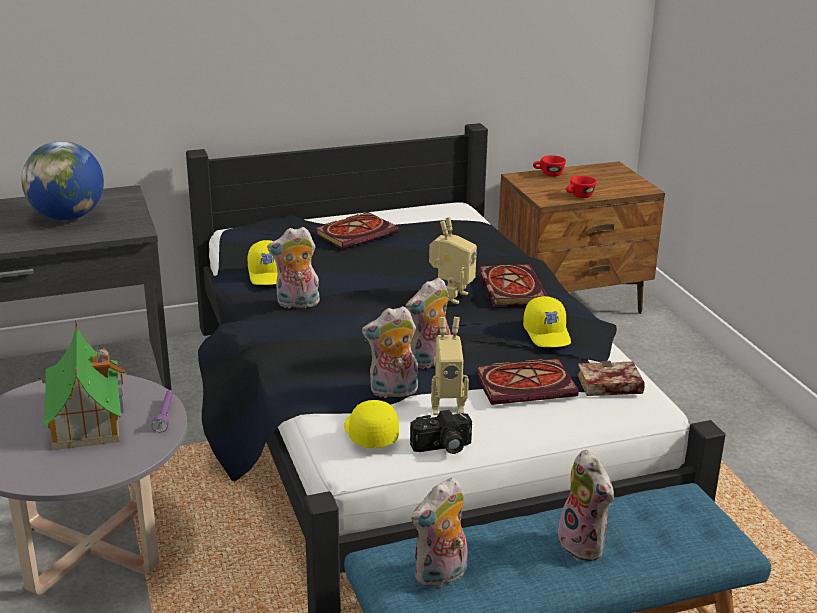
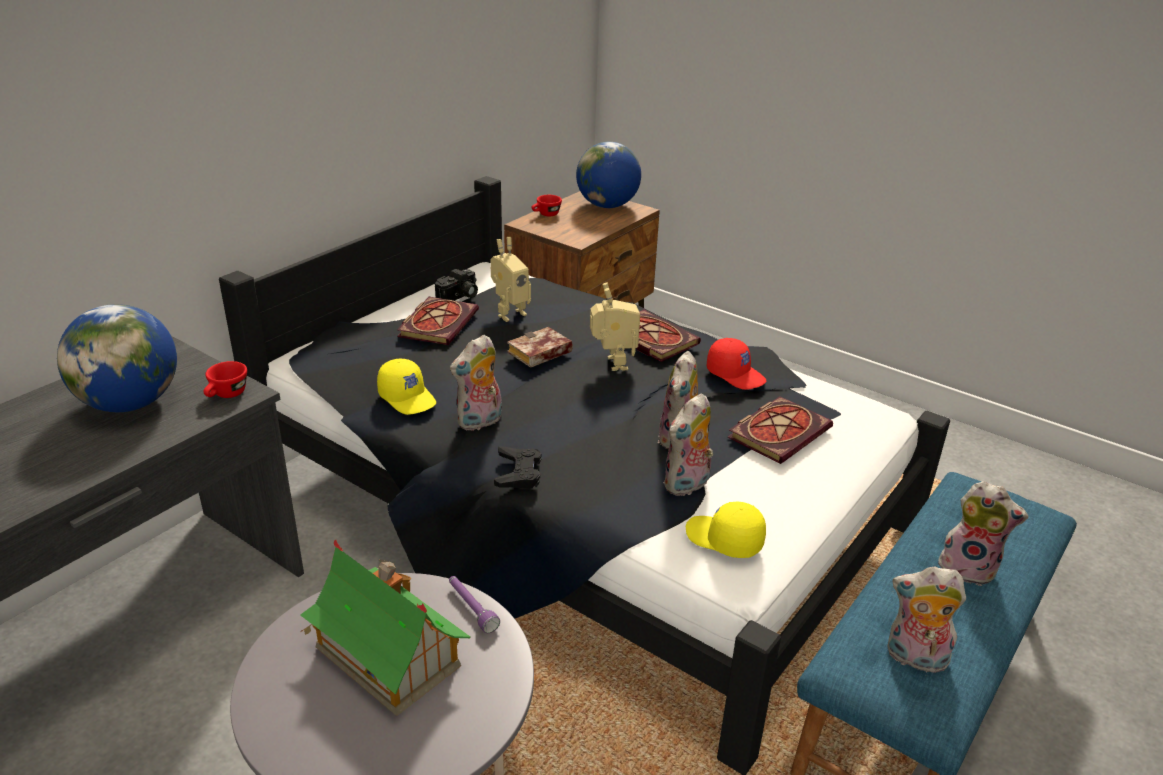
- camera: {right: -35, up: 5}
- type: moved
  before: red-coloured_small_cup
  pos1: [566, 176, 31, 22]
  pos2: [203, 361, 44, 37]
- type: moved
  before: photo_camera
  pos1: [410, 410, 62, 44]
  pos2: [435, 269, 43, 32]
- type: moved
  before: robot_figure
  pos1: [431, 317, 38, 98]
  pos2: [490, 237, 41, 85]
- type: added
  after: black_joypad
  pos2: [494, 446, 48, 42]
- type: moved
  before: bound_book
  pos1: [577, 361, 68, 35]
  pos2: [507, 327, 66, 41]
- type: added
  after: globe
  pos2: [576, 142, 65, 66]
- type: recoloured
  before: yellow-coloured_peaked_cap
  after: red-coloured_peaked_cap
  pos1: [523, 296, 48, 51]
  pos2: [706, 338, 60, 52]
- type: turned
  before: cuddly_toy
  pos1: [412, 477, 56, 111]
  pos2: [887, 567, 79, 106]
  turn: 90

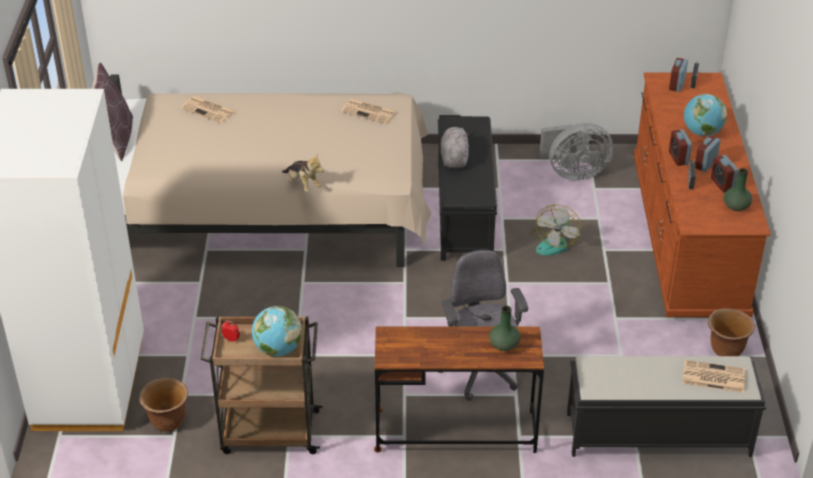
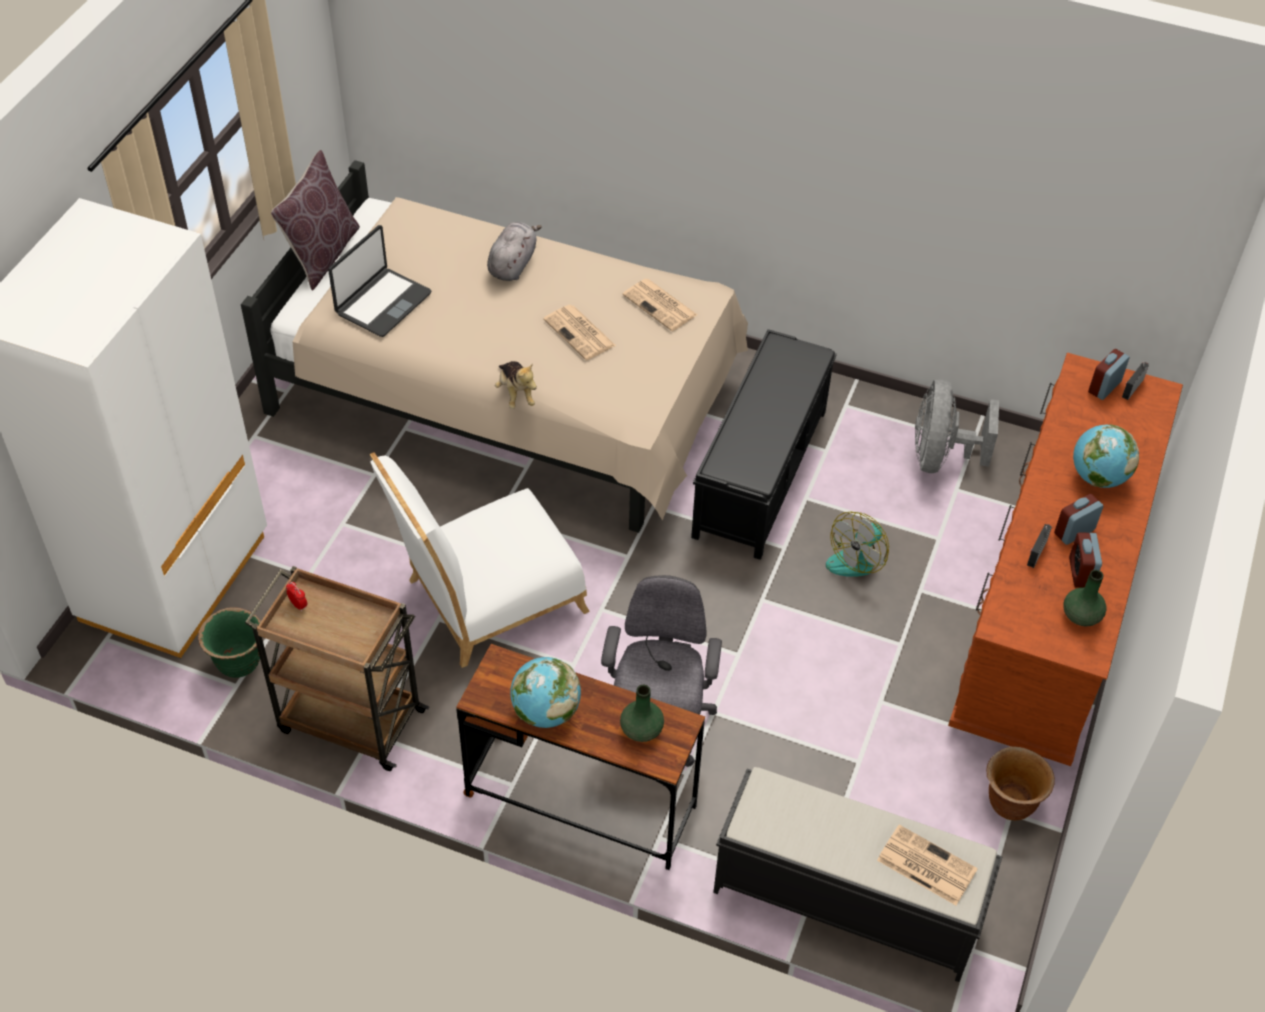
- camera: {right: 20, up: 10}
- type: recoloured
  before: brown_flower_pot
  after: green-coloured_flower_pot
  pos1: [139, 378, 49, 54]
  pos2: [198, 607, 63, 71]
- type: added
  after: notebook_computer
  pos2: [328, 225, 103, 112]
- type: added
  after: white_chair
  pos2: [370, 452, 220, 216]
- type: moved
  before: gray_cuddly_toy
  pos1: [441, 127, 28, 42]
  pos2: [487, 222, 55, 59]
- type: moved
  before: globe
  pos1: [252, 306, 50, 50]
  pos2: [510, 657, 71, 71]
- type: moved
  before: newspaper
  pos1: [181, 96, 55, 27]
  pos2: [543, 305, 73, 55]
- type: turned
  before: gray_fan
  pos1: [540, 123, 73, 58]
  pos2: [915, 380, 84, 93]
  turn: 90
- type: removed
  before: bedside_clock
  pos1: [669, 129, 23, 37]

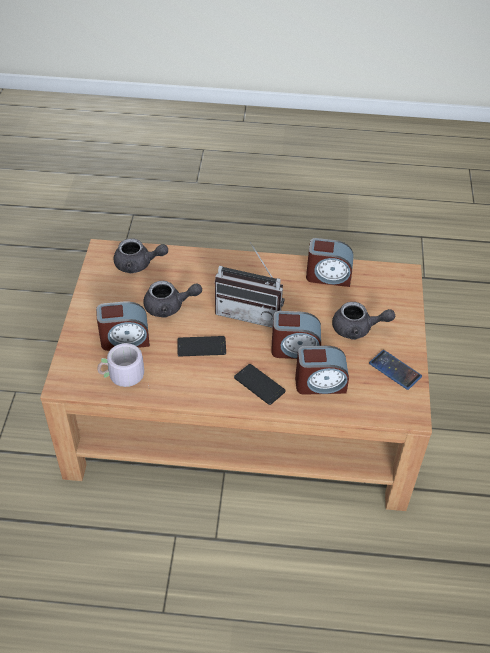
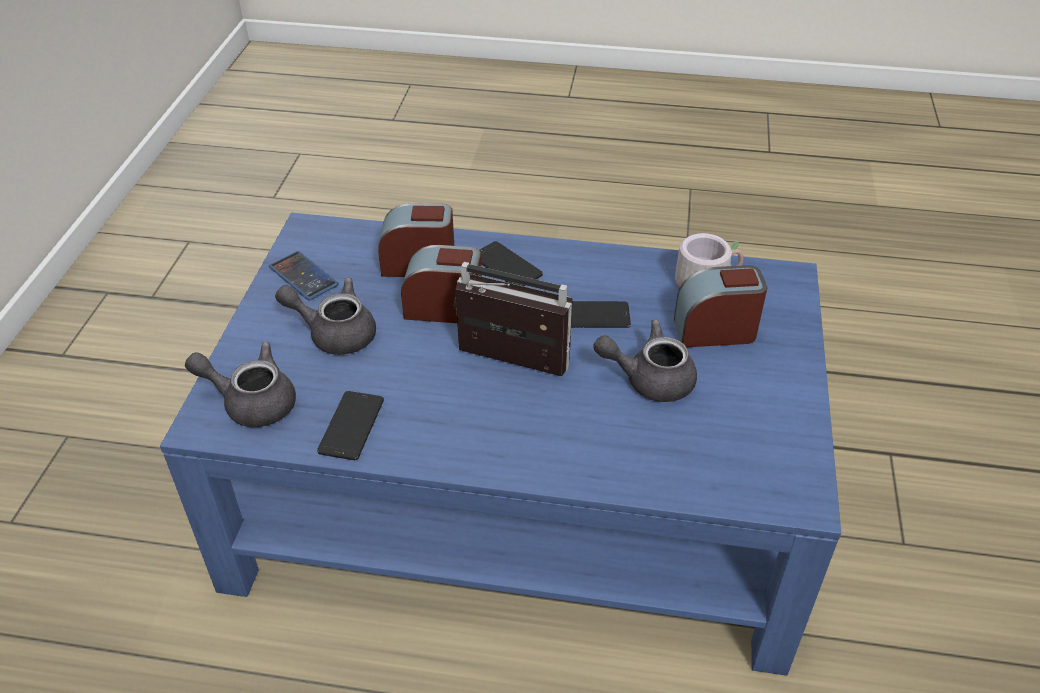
- camera: {right: -175, up: -5}
- type: recoloured
  before: brown_lounge_table
  after: blue_lounge_table
  pos1: [40, 239, 392, 272]
  pos2: [160, 213, 681, 463]
- type: moved
  before: gray_teapot
  pos1: [114, 238, 54, 35]
  pos2: [185, 342, 111, 85]
- type: replaced
  before: bedside_clock
  after: phone
  pos1: [306, 238, 47, 49]
  pos2: [317, 391, 67, 69]

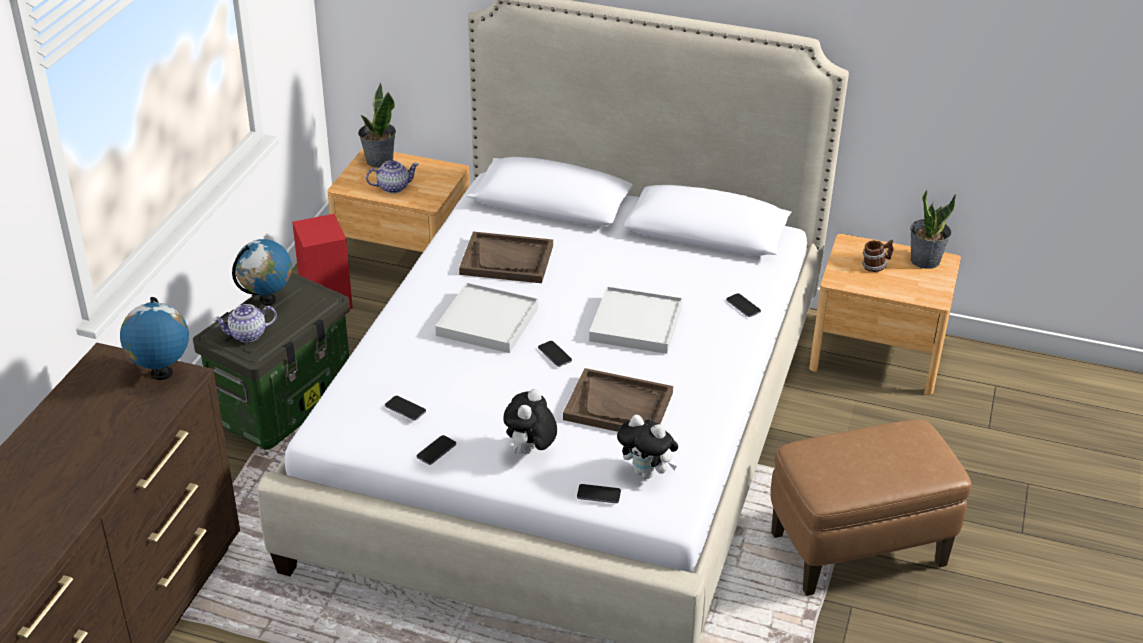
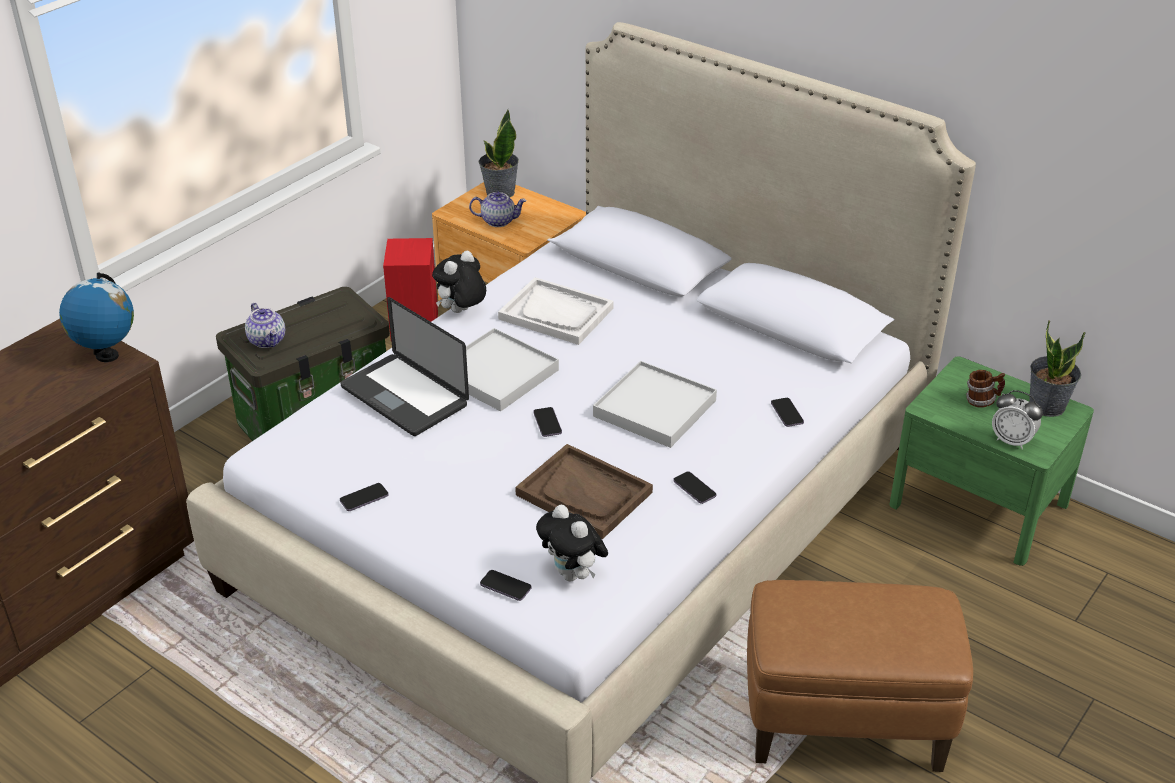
- camera: {right: 20, up: 0}
- type: turned
  before: teapot
  pos1: [214, 304, 63, 38]
  pos2: [245, 303, 40, 45]
  turn: -120
- type: added
  after: notebook_computer
  pos2: [341, 297, 128, 139]
- type: moved
  before: cuddly_toy
  pos1: [503, 389, 54, 65]
  pos2: [432, 251, 54, 62]
- type: recoloured
  before: brown_tray
  after: white_tray
  pos1: [459, 231, 94, 52]
  pos2: [498, 277, 116, 68]
- type: moved
  before: phone
  pos1: [385, 396, 41, 24]
  pos2: [673, 471, 44, 33]
- type: recoloured
  before: brown_night_table
  after: green-coloured_night_table
  pos1: [809, 234, 152, 161]
  pos2: [889, 356, 205, 210]
- type: added
  after: bedside_clock
  pos2: [992, 390, 51, 59]
- type: removed
  before: globe
  pos1: [232, 239, 60, 67]

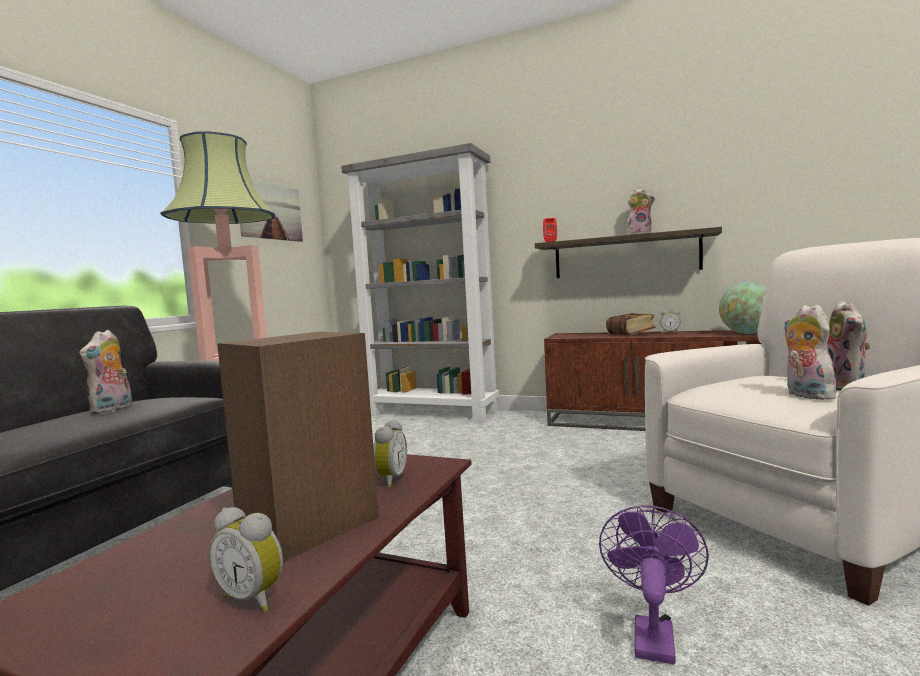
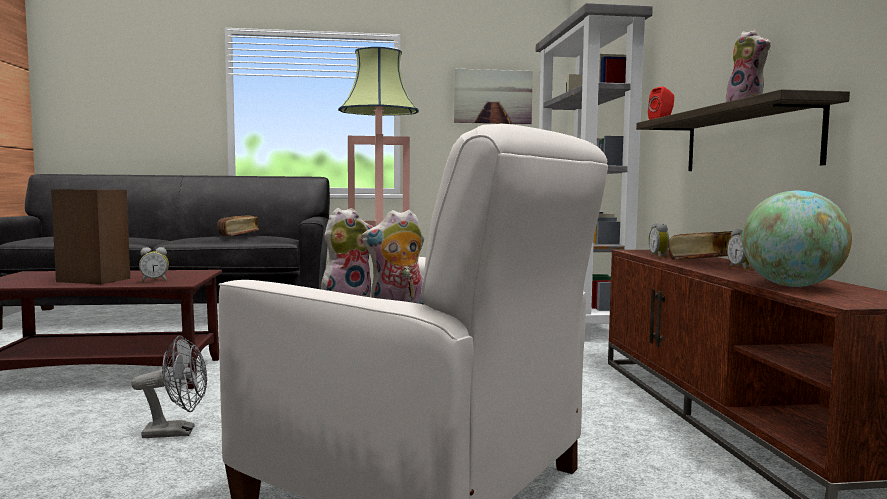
- camera: {right: 60, up: 0}
- type: recoloured
  before: purplish_fan
  after: gray_fan
  pos1: [599, 505, 110, 160]
  pos2: [131, 336, 76, 102]
- type: replaced
  before: cuddly_toy
  after: bound_book
  pos1: [79, 330, 53, 84]
  pos2: [217, 215, 42, 21]
- type: moved
  before: bedside_clock
  pos1: [209, 507, 74, 105]
  pos2: [649, 223, 20, 35]

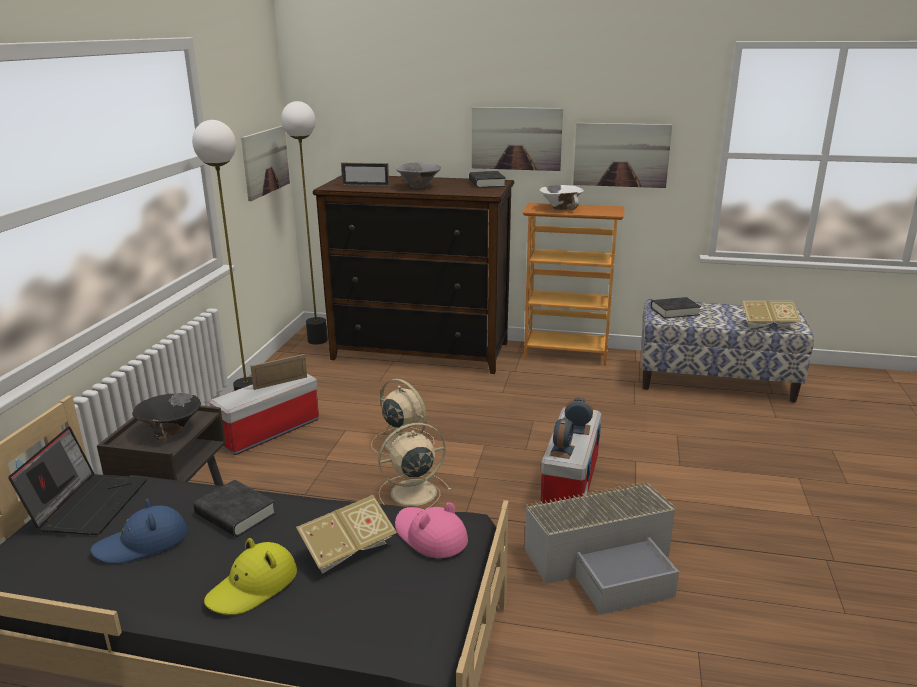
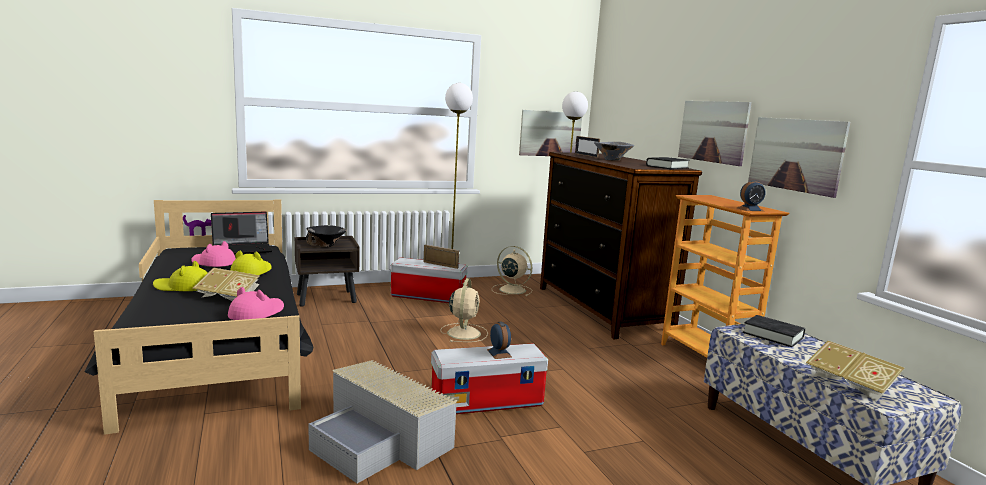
- camera: {right: 55, up: -10}
- type: recoloured
  before: blue_clothing_hat
  after: pink-coloured_clothing_hat
  pos1: [90, 499, 97, 65]
  pos2: [191, 241, 45, 26]
- type: replaced
  before: black_bound_book
  after: yellow-coloured_clothing_hat
  pos1: [194, 480, 82, 57]
  pos2: [230, 250, 42, 25]
- type: moved
  before: beige_fan
  pos1: [378, 423, 74, 86]
  pos2: [492, 246, 40, 50]
- type: moved
  before: bedside_clock
  pos1: [550, 417, 25, 42]
  pos2: [737, 180, 29, 31]
- type: removed
  before: white_bowl
  pos1: [540, 185, 44, 25]

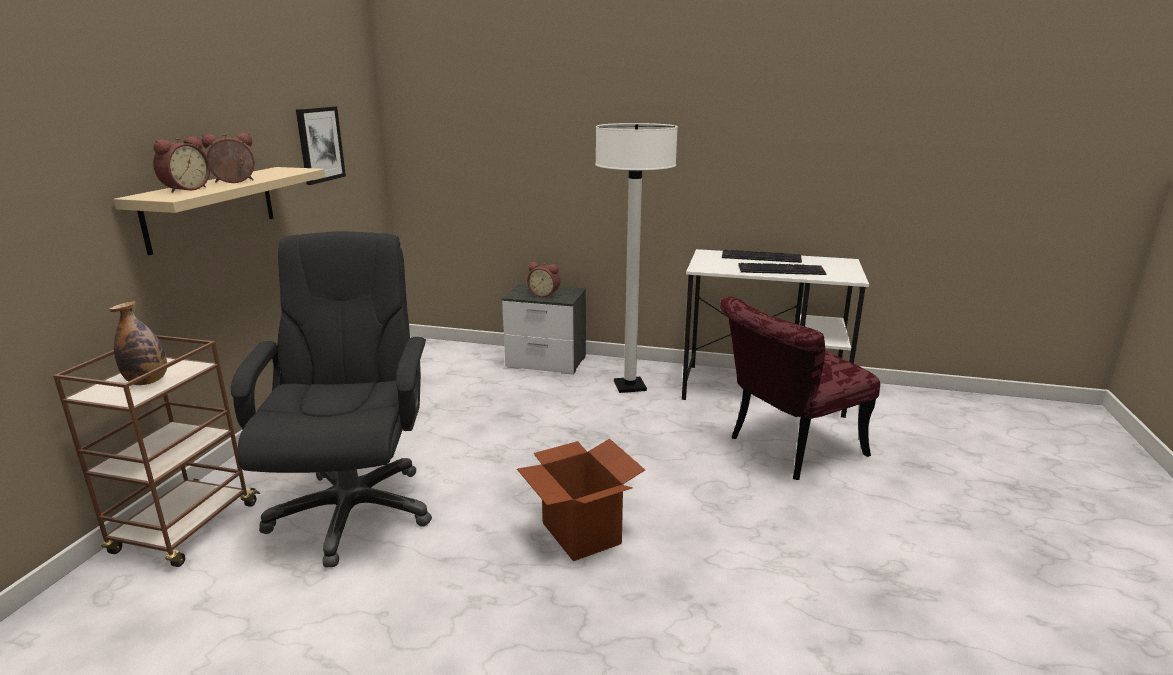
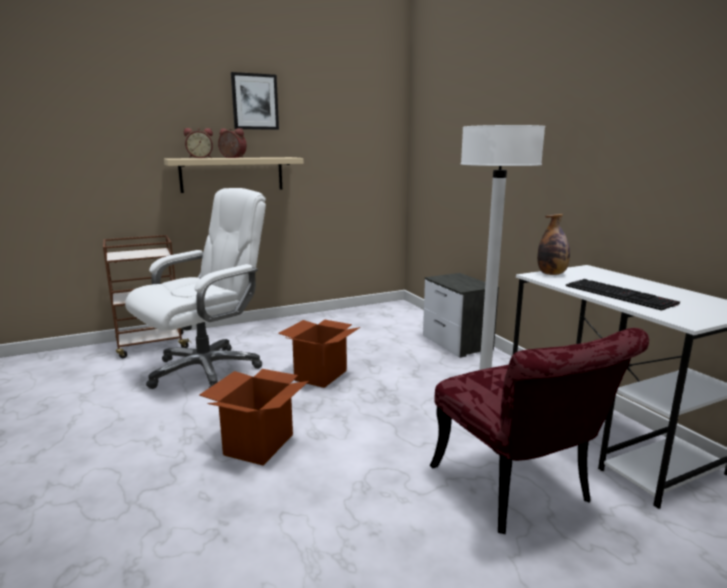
- camera: {right: 50, up: -5}
- type: recoloured
  before: black_office_chair
  after: white_office_chair
  pos1: [231, 231, 201, 337]
  pos2: [125, 188, 141, 201]
- type: moved
  before: picture
  pos1: [296, 106, 50, 79]
  pos2: [231, 72, 48, 58]
- type: added
  after: carton
  pos2: [278, 319, 83, 69]
- type: turned
  before: red-coloured_chair
  pos1: [720, 297, 160, 183]
  pos2: [430, 328, 219, 206]
  turn: -135
- type: moved
  before: beverage_bottle
  pos1: [109, 301, 58, 84]
  pos2: [537, 214, 33, 61]
- type: removed
  before: bedside_clock
  pos1: [527, 262, 33, 35]
- type: removed
  before: keyboard
  pos1: [722, 250, 80, 13]

